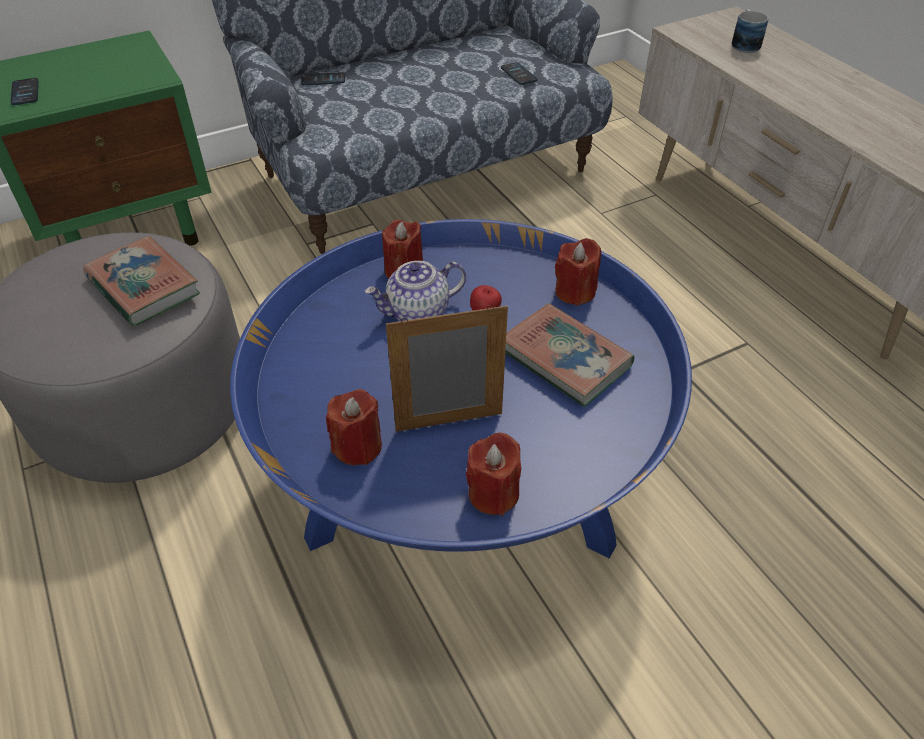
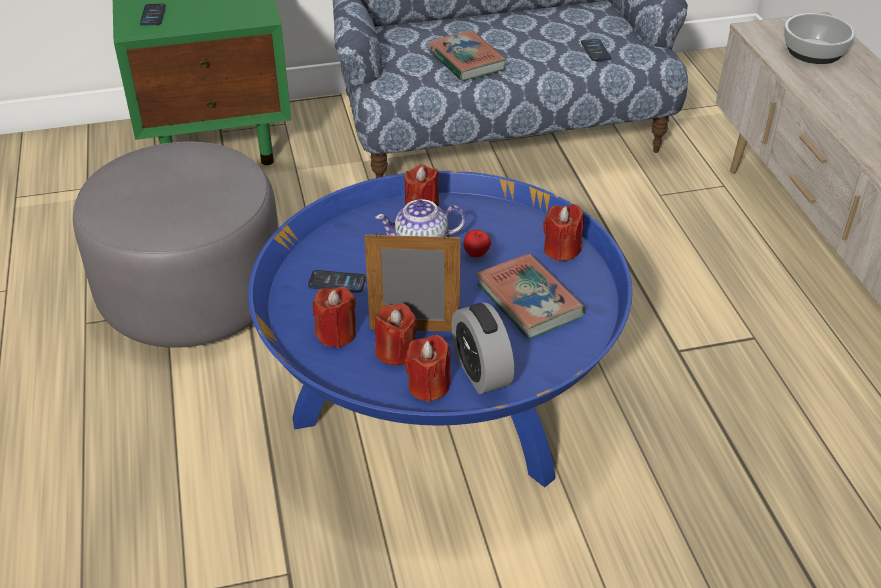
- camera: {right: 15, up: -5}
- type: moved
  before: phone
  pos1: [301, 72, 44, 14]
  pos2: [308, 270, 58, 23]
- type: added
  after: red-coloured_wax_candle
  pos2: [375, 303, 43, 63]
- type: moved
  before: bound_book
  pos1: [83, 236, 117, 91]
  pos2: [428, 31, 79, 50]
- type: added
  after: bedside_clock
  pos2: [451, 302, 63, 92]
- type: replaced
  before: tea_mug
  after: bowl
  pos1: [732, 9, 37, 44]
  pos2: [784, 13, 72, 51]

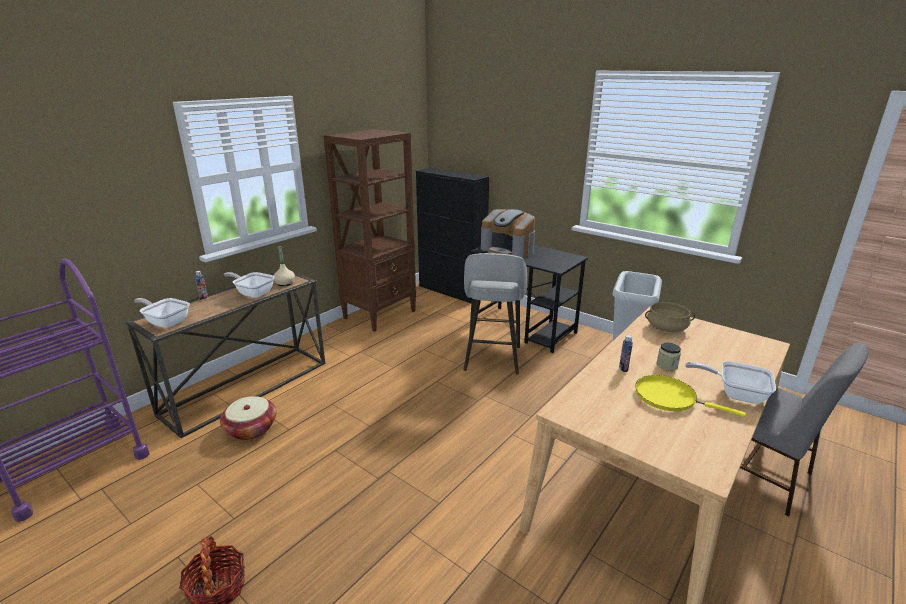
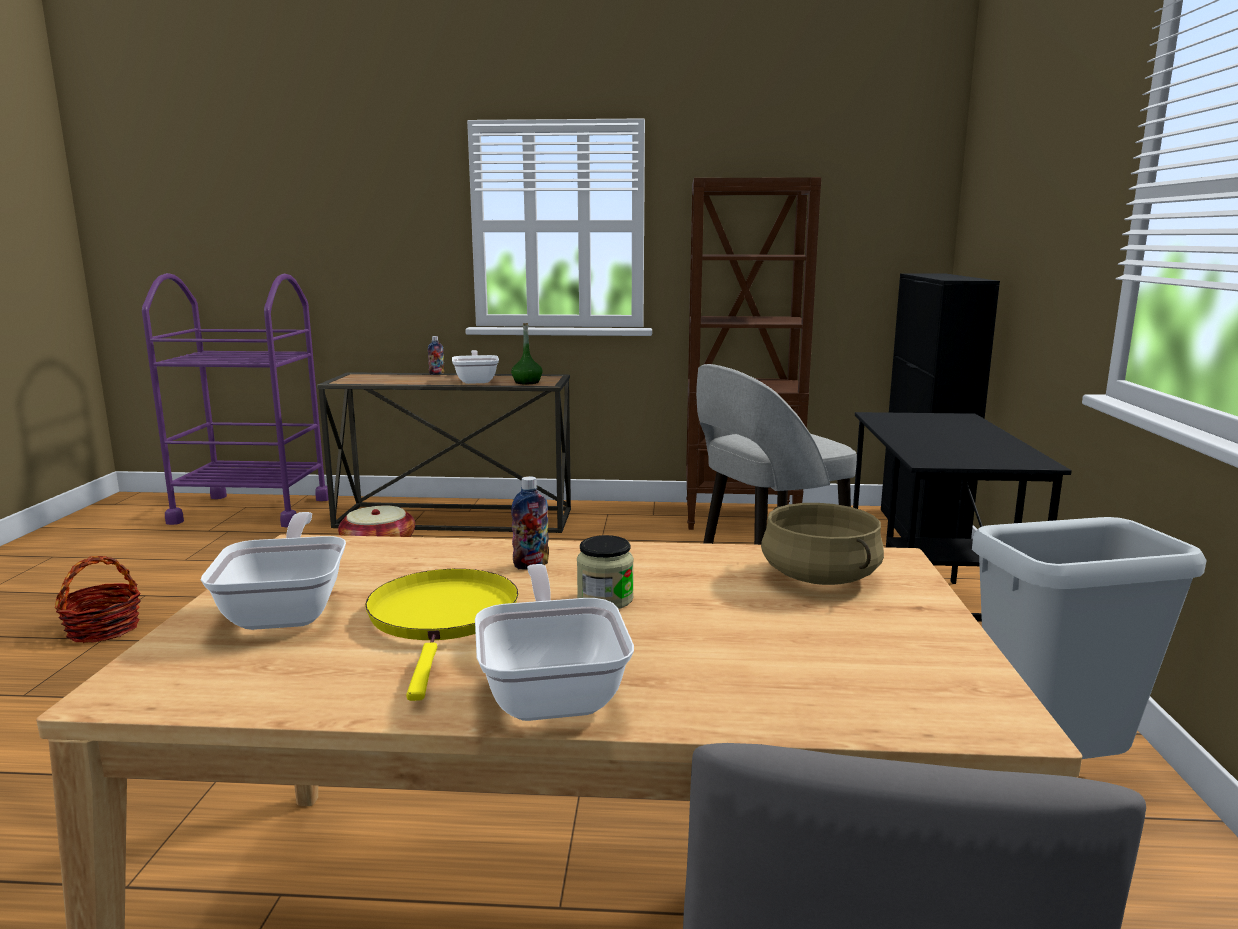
- camera: {right: 55, up: -10}
- type: moved
  before: frying_pan
  pos1: [134, 298, 56, 30]
  pos2: [201, 512, 145, 118]
- type: recoloured
  before: beige_beverage_bottle
  after: green-coloured_beverage_bottle
  pos1: [274, 246, 21, 40]
  pos2: [511, 323, 32, 61]
- type: removed
  before: coffee_brewer
  pos1: [481, 209, 54, 49]

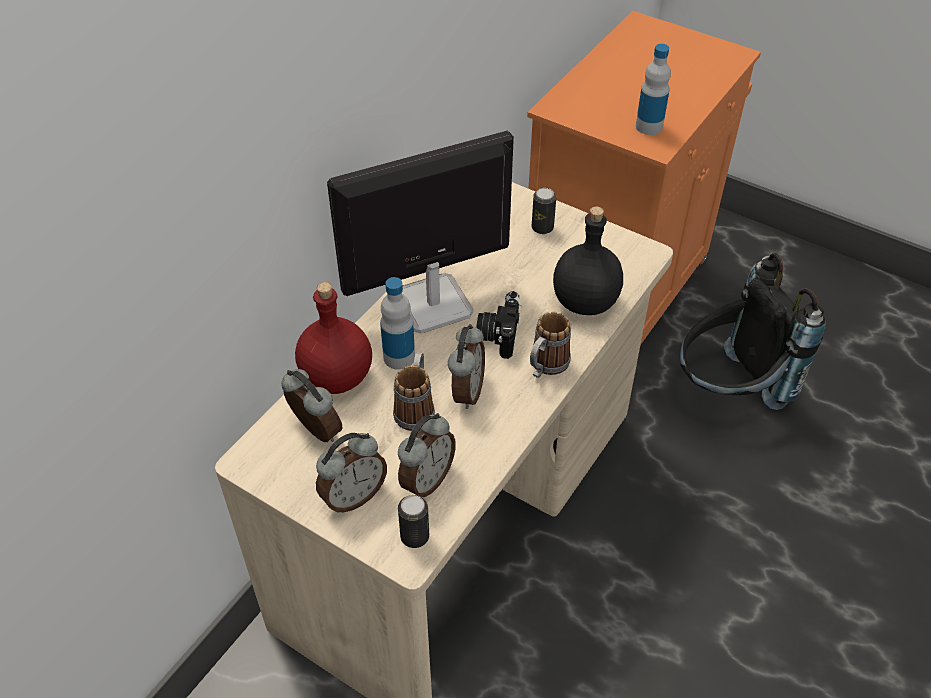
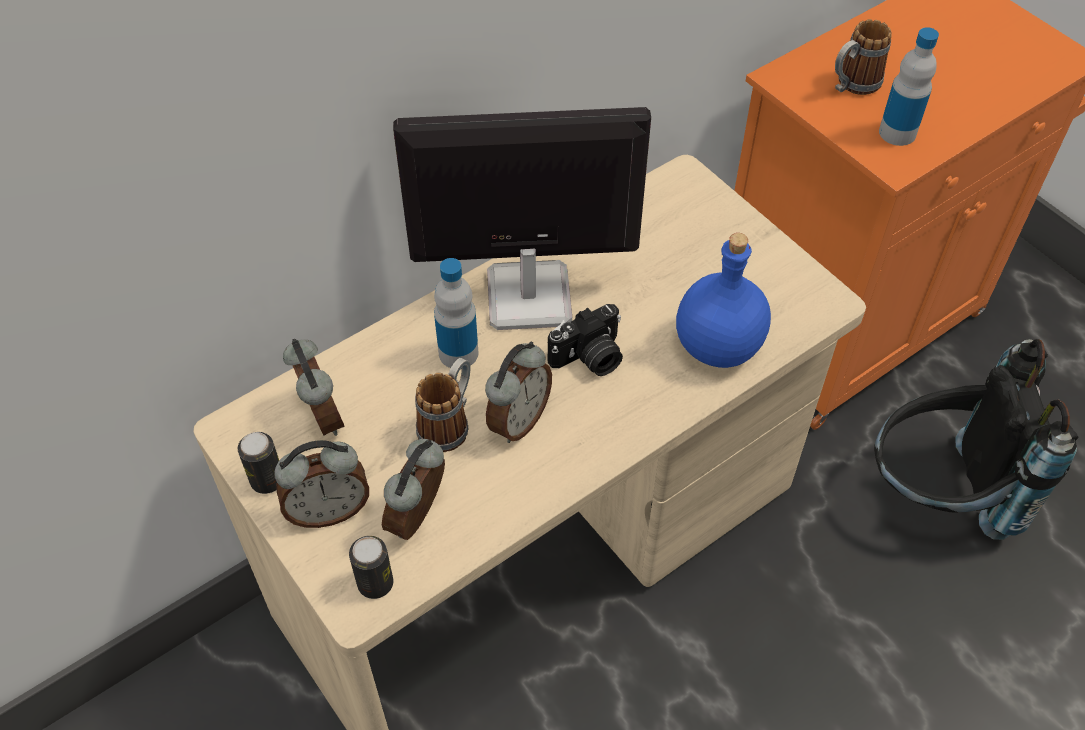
- camera: {right: 20, up: 5}
- type: moved
  before: metal_can
  pos1: [531, 188, 25, 46]
  pos2: [238, 432, 41, 62]
- type: turned
  before: bedside_clock
  pos1: [398, 413, 58, 84]
  pos2: [382, 439, 63, 101]
  turn: 150
- type: turned
  before: photo_camera
  pos1: [476, 291, 46, 68]
  pos2: [548, 304, 75, 72]
  turn: -150
- type: recoloured
  before: black_beverage_bottle
  after: blue_beverage_bottle
  pos1: [553, 206, 70, 109]
  pos2: [676, 233, 95, 135]
- type: moved
  before: tea_mug
  pos1: [530, 312, 41, 66]
  pos2: [835, 19, 57, 76]
- type: removed
  before: red-coloured_beverage_bottle
  pos1: [295, 282, 77, 112]

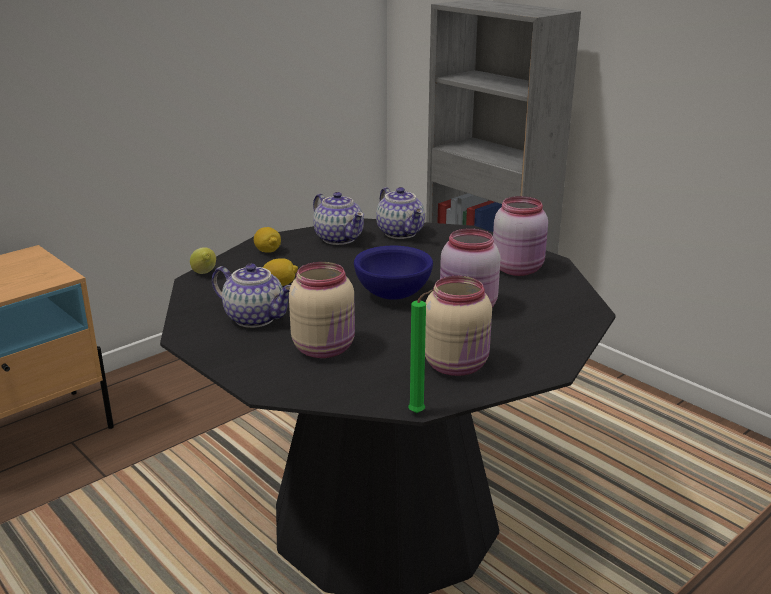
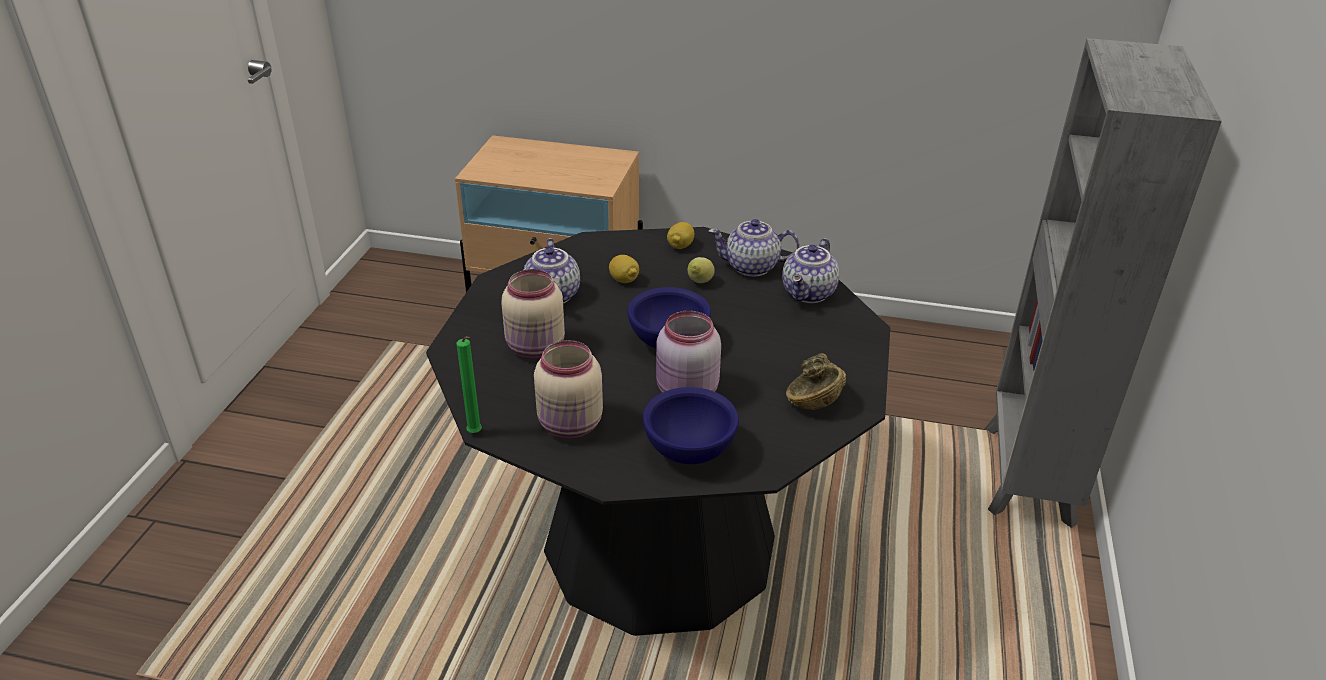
- camera: {right: 55, up: 10}
- type: added
  after: blue_bowl
  pos2: [643, 387, 96, 77]
- type: moved
  before: whole_lemon
  pos1: [190, 247, 26, 27]
  pos2: [687, 257, 28, 26]
- type: turned
  before: teapot
  pos1: [313, 192, 51, 53]
  pos2: [709, 219, 90, 58]
  turn: 75
- type: replaced
  before: pink-coloured_preserve_jar
  after: brown_bowl
  pos1: [493, 196, 55, 80]
  pos2: [786, 353, 60, 57]

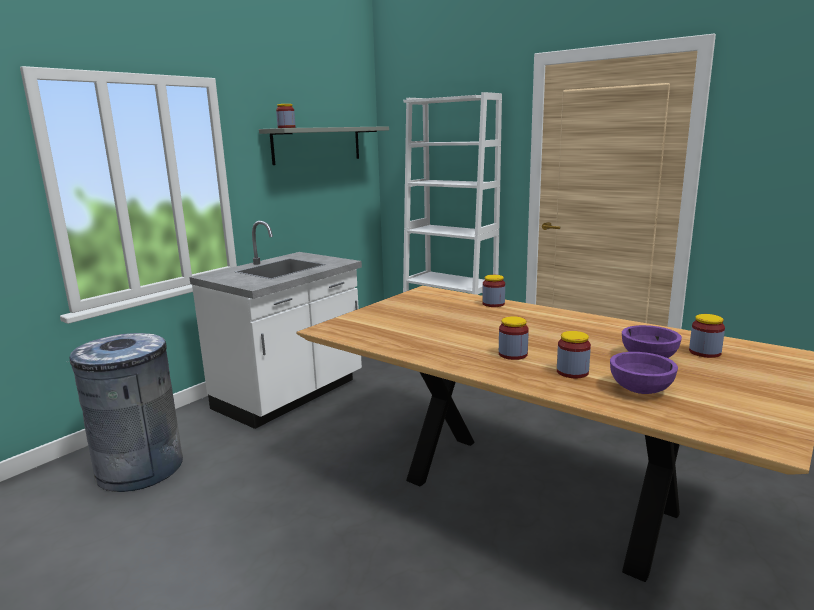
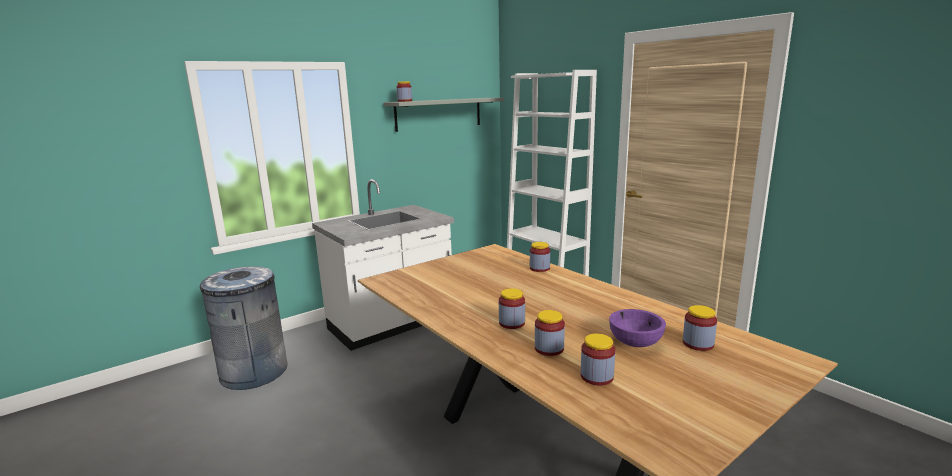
- camera: {right: 15, up: 0}
- type: replaced
  before: purplish_bowl
  after: preserve_jar
  pos1: [610, 352, 68, 42]
  pos2: [581, 333, 34, 52]

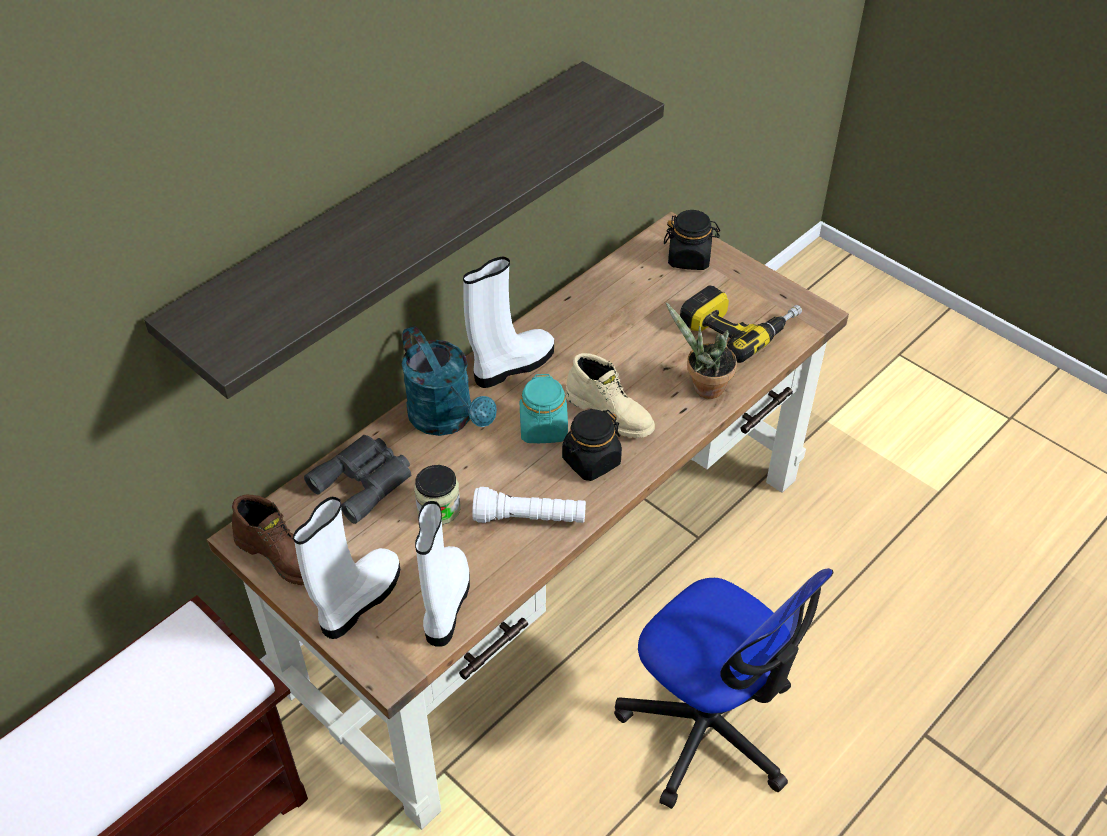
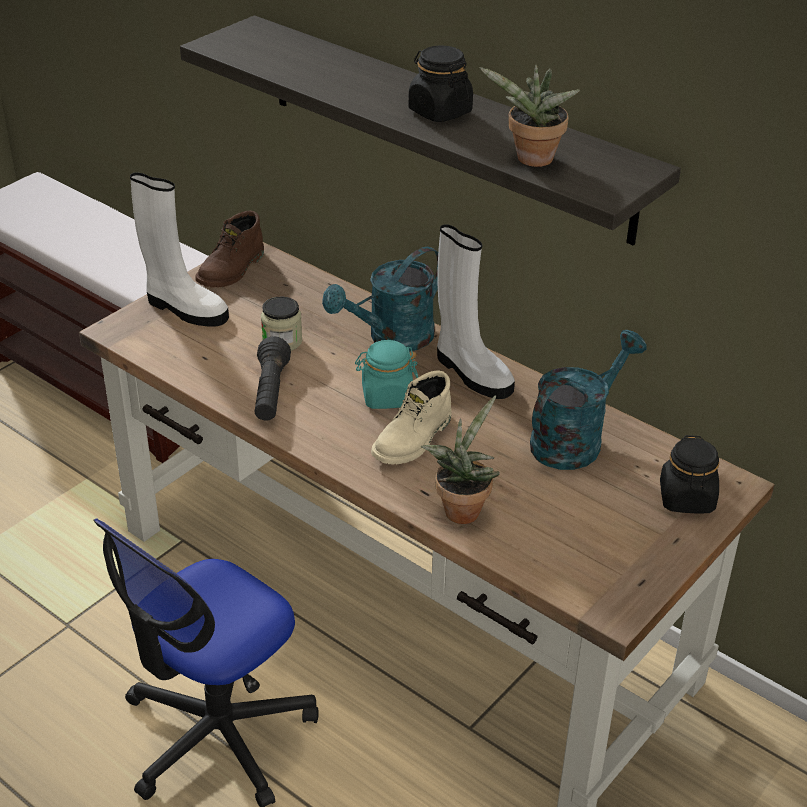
- camera: {right: 85, up: -10}
- type: recoloured
  before: white_torch
  after: black_torch
  pos1: [472, 487, 114, 36]
  pos2: [254, 336, 37, 85]
- type: moved
  before: black_preserve_jar
  pos1: [562, 409, 60, 72]
  pos2: [408, 45, 65, 77]
- type: added
  after: plant_in_a_pot
  pos2: [479, 64, 101, 103]
- type: added
  after: turquoise-coloured_sprinkling_can
  pos2: [530, 330, 117, 140]
- type: removed
  before: gray_field_glasses
  pos1: [304, 435, 107, 89]
- type: removed
  before: white_tall_boot
  pos1: [415, 501, 55, 146]
- type: removed
  before: electric_drill
  pos1: [680, 285, 122, 78]

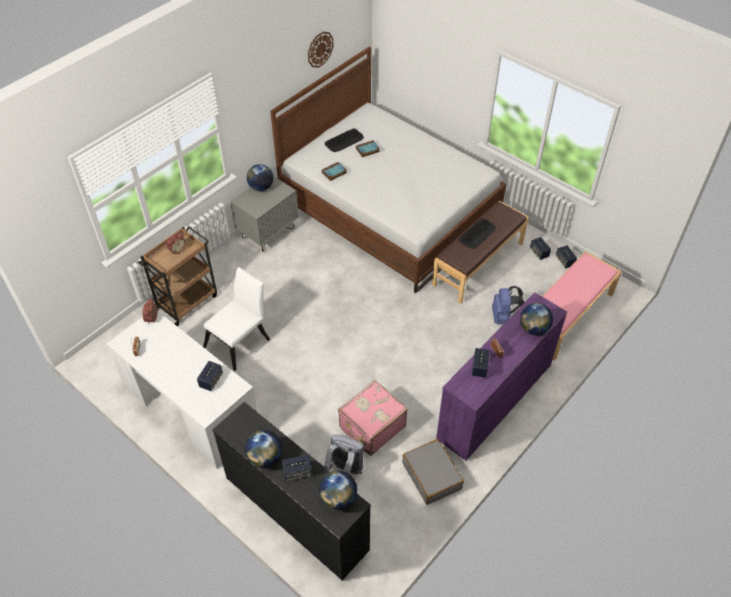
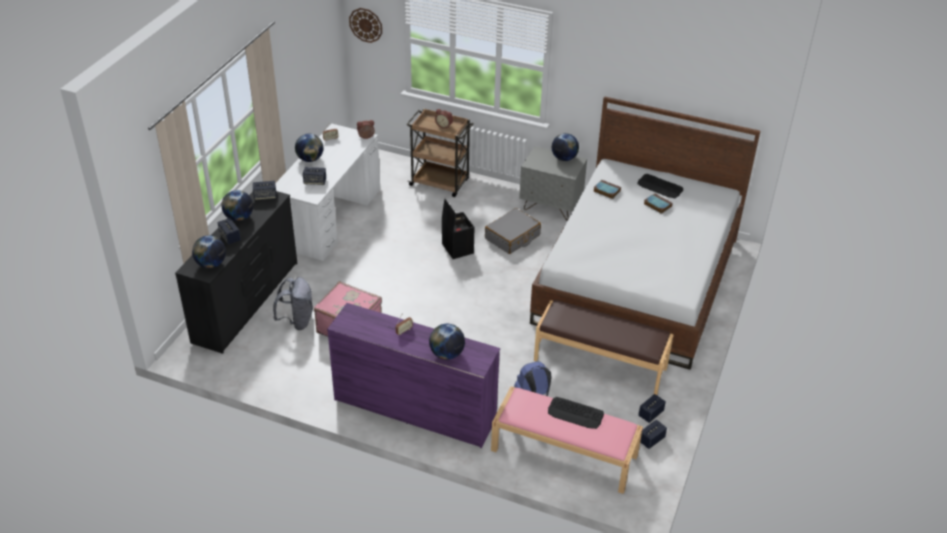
- camera: {right: 70, up: -10}
- type: moved
  before: audio_speaker
  pos1: [472, 348, 18, 30]
  pos2: [253, 181, 23, 19]
- type: added
  after: globe
  pos2: [295, 134, 28, 28]
- type: moved
  before: clock_on_the_wall
  pos1: [308, 32, 25, 36]
  pos2: [349, 8, 33, 35]
- type: added
  after: black_storage_container
  pos2: [442, 199, 32, 60]
- type: moved
  before: gray_suitcase
  pos1: [402, 439, 62, 66]
  pos2: [485, 208, 56, 46]
- type: moved
  before: keyboard
  pos1: [459, 218, 37, 31]
  pos2: [548, 397, 56, 32]
- type: removed
  before: white_chair
  pos1: [203, 267, 67, 104]

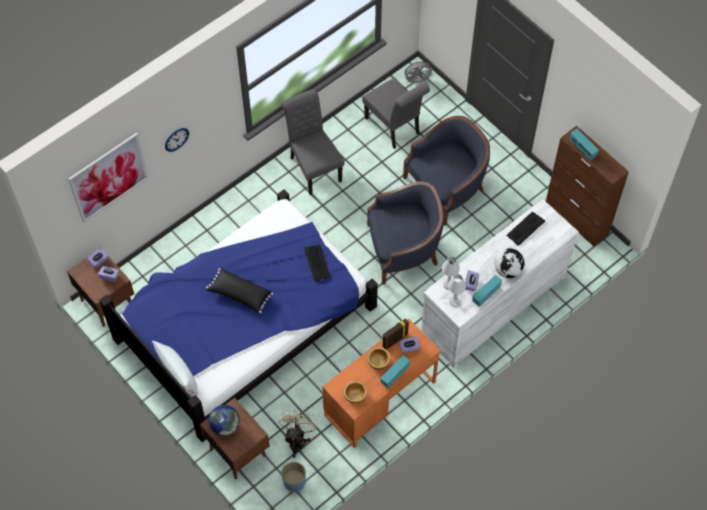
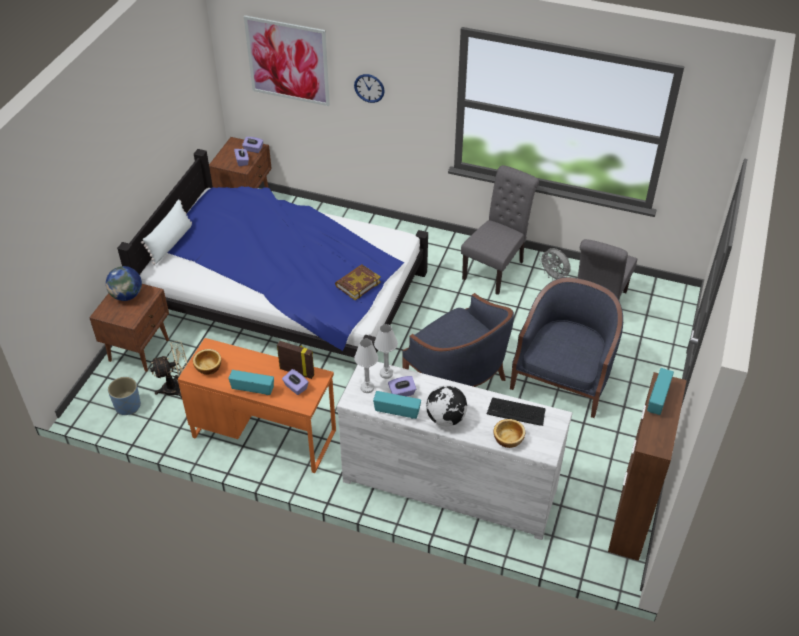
- camera: {right: 60, up: -15}
- type: replaced
  before: keyboard
  after: bound_book
  pos1: [304, 245, 26, 37]
  pos2: [335, 264, 46, 36]
- type: moved
  before: bowl
  pos1: [367, 347, 23, 23]
  pos2: [494, 419, 31, 29]
- type: turned
  before: blue_lounge_chair
  pos1: [403, 116, 87, 110]
  pos2: [510, 277, 113, 141]
  turn: -90
- type: moved
  before: gray_fan
  pos1: [404, 62, 30, 23]
  pos2: [539, 248, 32, 33]
- type: removed
  before: black_cushion
  pos1: [206, 268, 67, 45]

